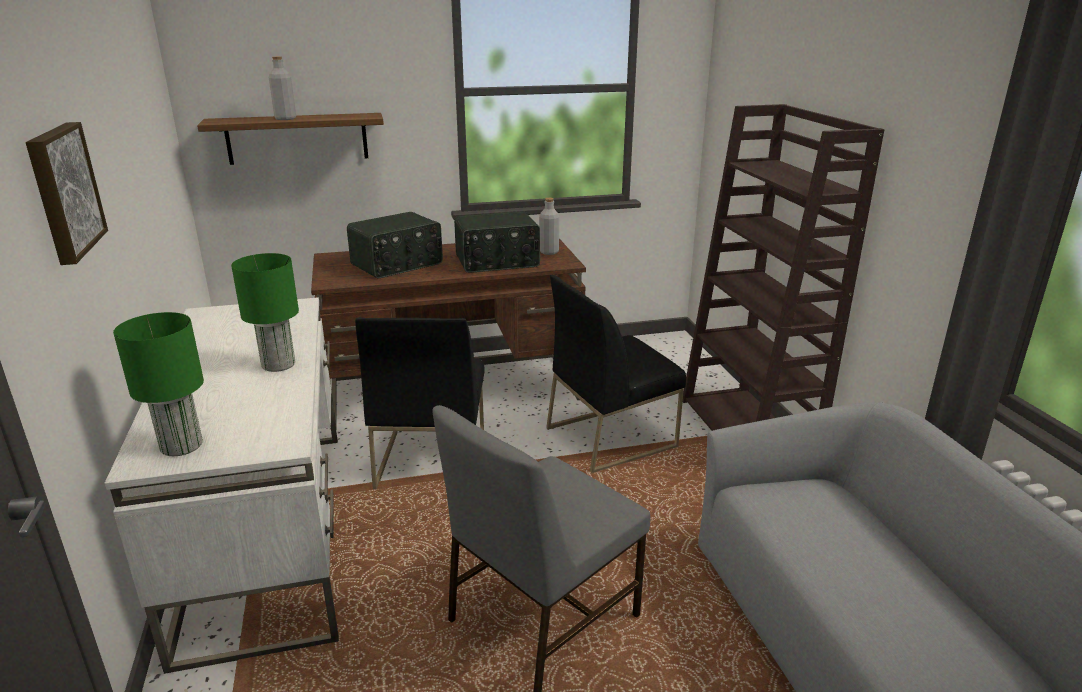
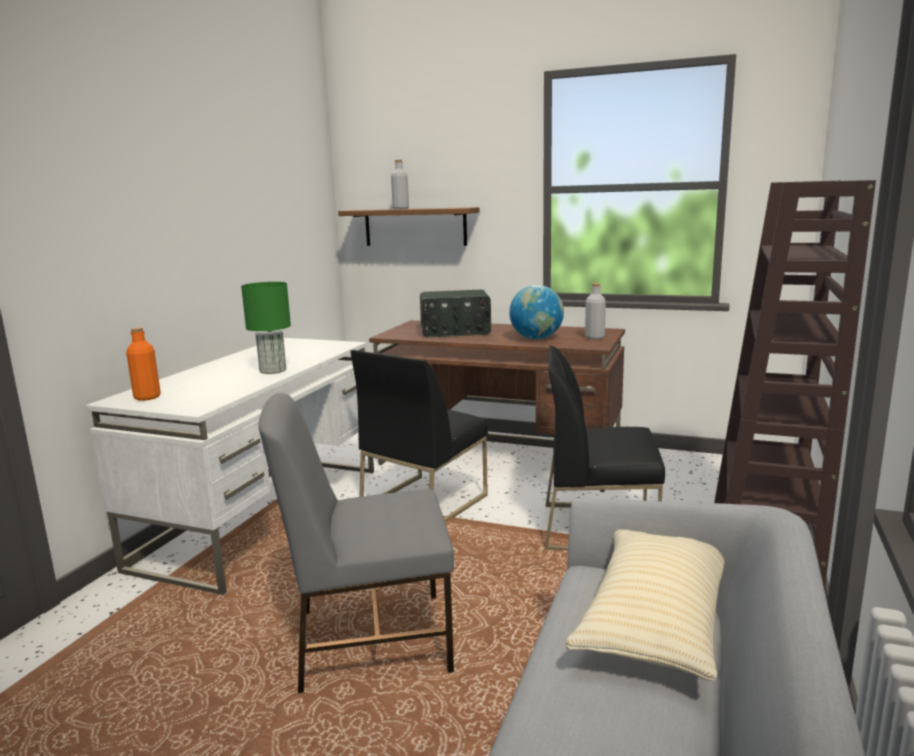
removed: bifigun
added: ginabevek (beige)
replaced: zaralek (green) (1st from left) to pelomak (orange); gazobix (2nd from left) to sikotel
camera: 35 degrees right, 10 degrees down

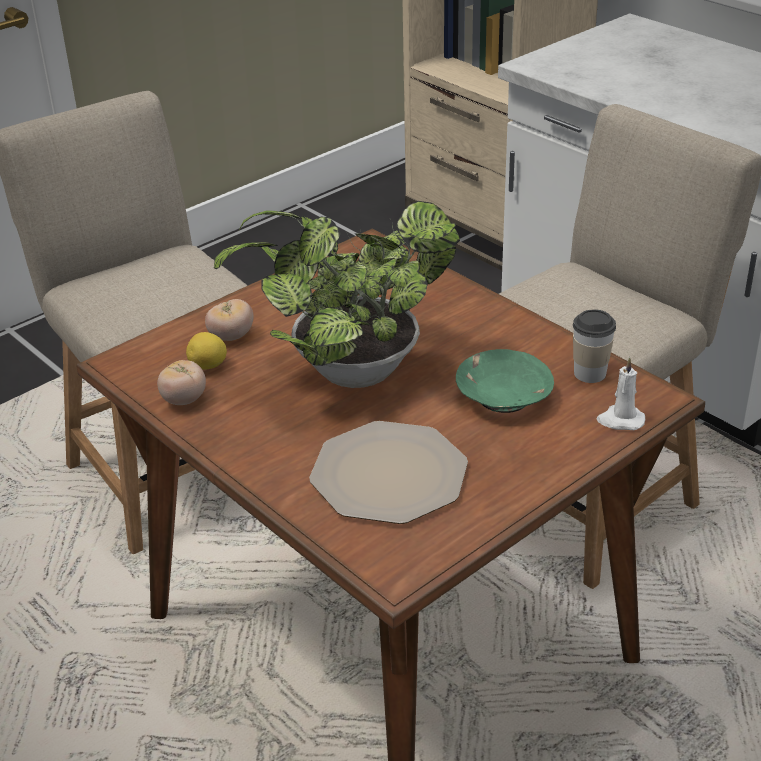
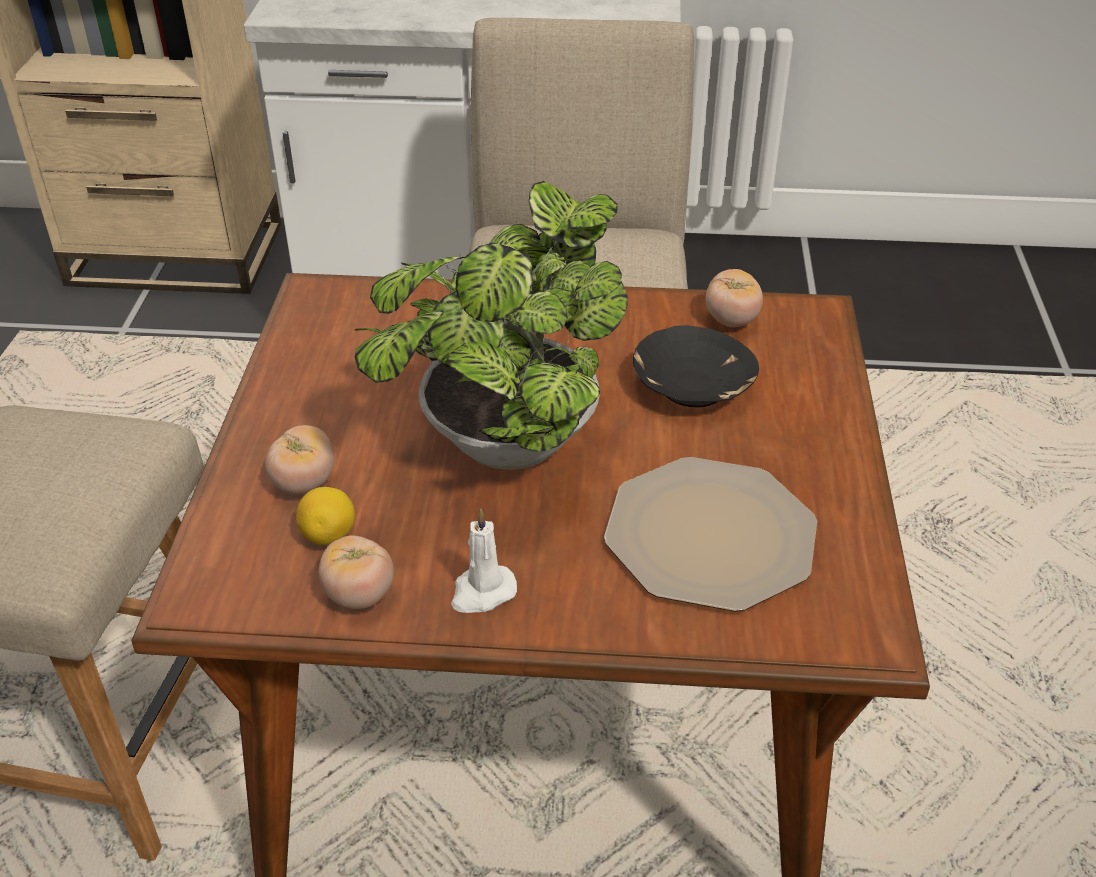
moved: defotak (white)
replaced: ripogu to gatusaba (3rd from left)
recoloured: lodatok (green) to lodatok (black)
camera: 45 degrees left, 5 degrees up

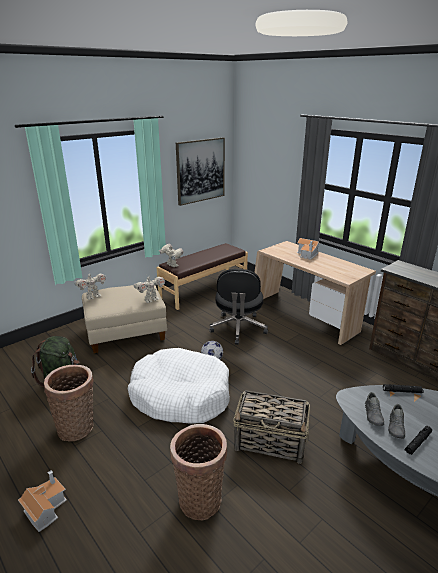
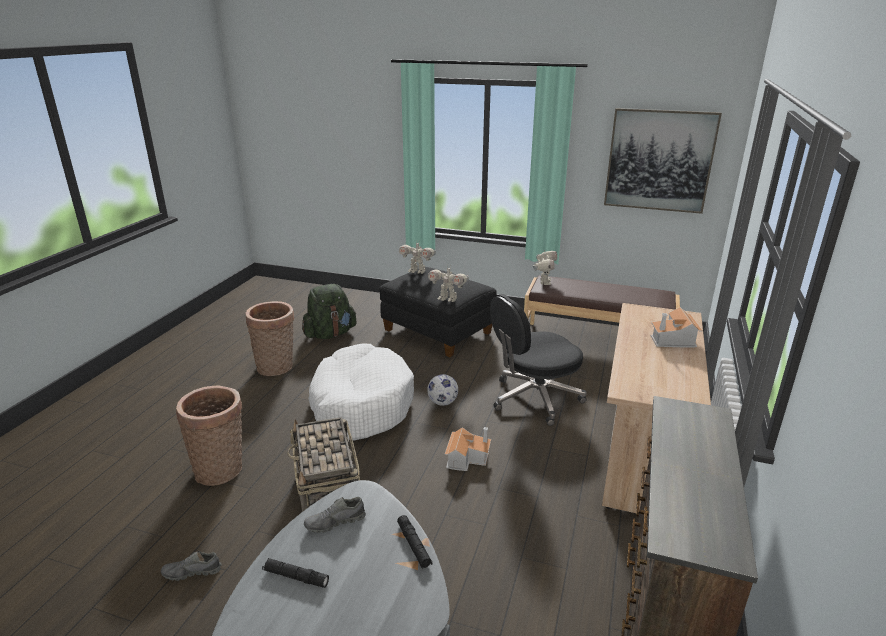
moved: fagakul (1st from left); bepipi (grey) (2nd from left in the first image) to bepipi (grey) (1st from left)
recoloured: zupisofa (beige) to zupisofa (black)
camera: 60 degrees right, 0 degrees up

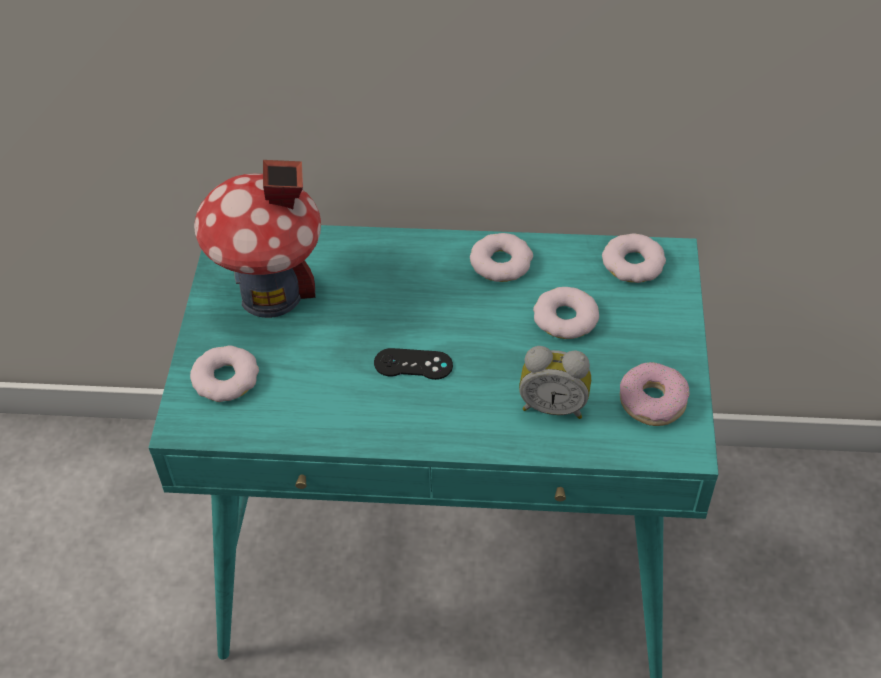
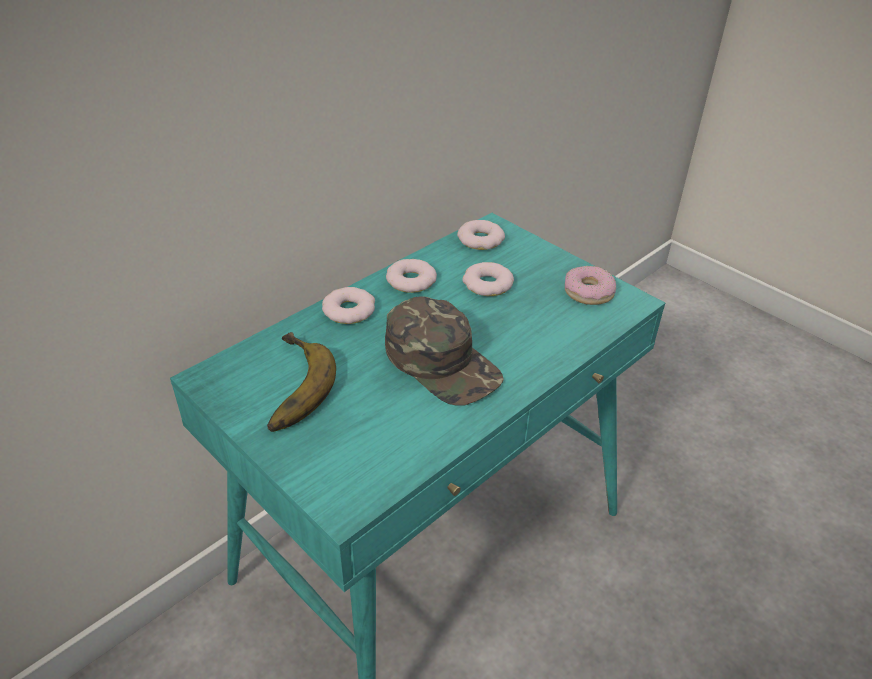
removed: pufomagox
moved: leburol (1st from left)
replaced: fagakul to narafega; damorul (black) to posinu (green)
camera: 50 degrees left, 10 degrees down

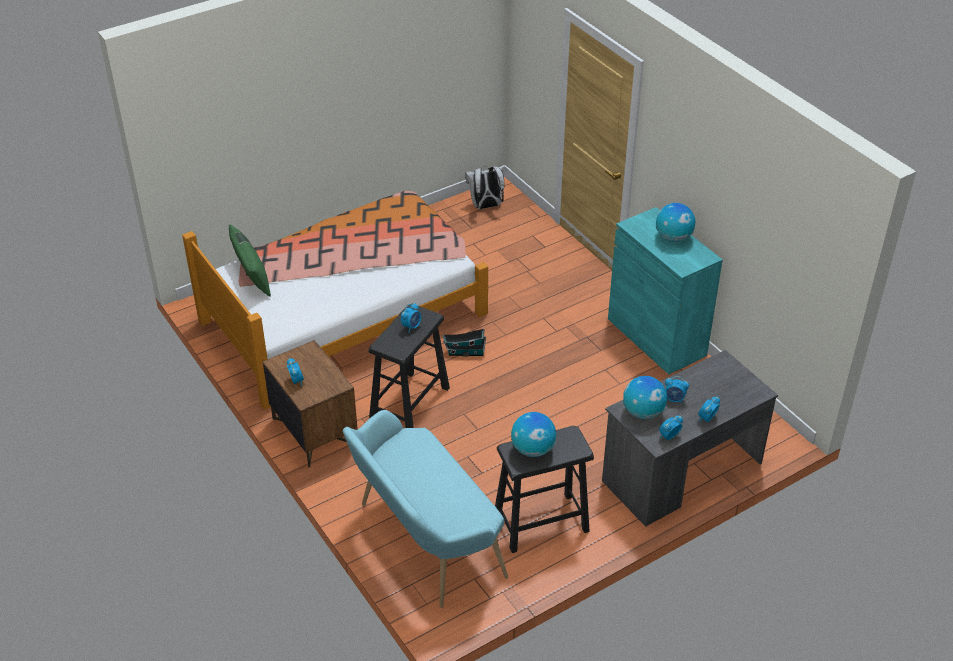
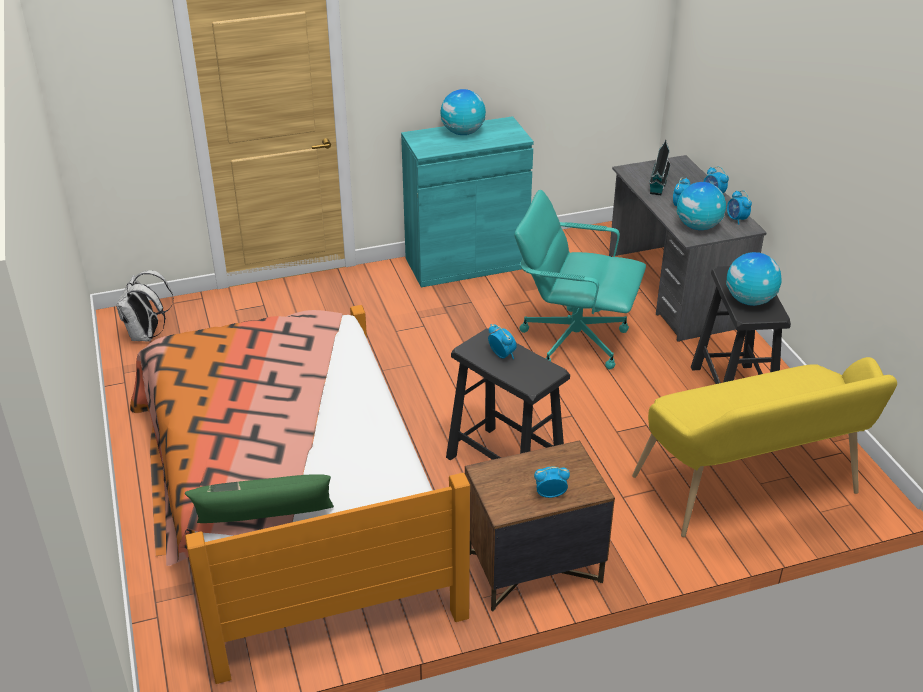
added: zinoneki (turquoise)
moved: fagakul
recoloured: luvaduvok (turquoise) to luvaduvok (yellow)
camera: 75 degrees left, 5 degrees down

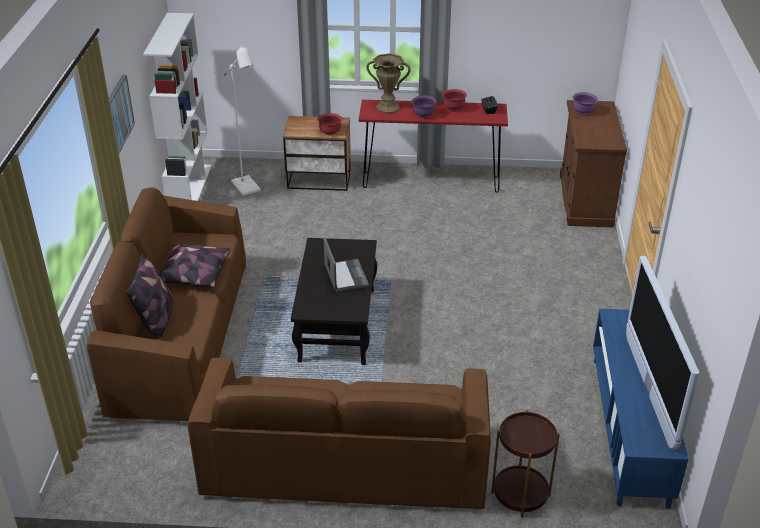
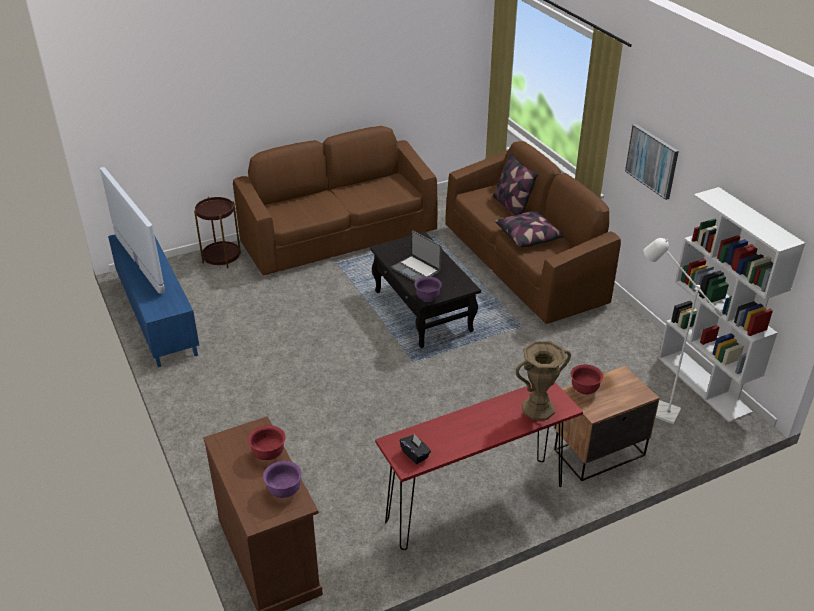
moved: lodatok (purple) (1st from left in the first image) to lodatok (purple) (2nd from left); lodatok (red) (2nd from left in the first image) to lodatok (red) (1st from left)
camera: 150 degrees right, 0 degrees up

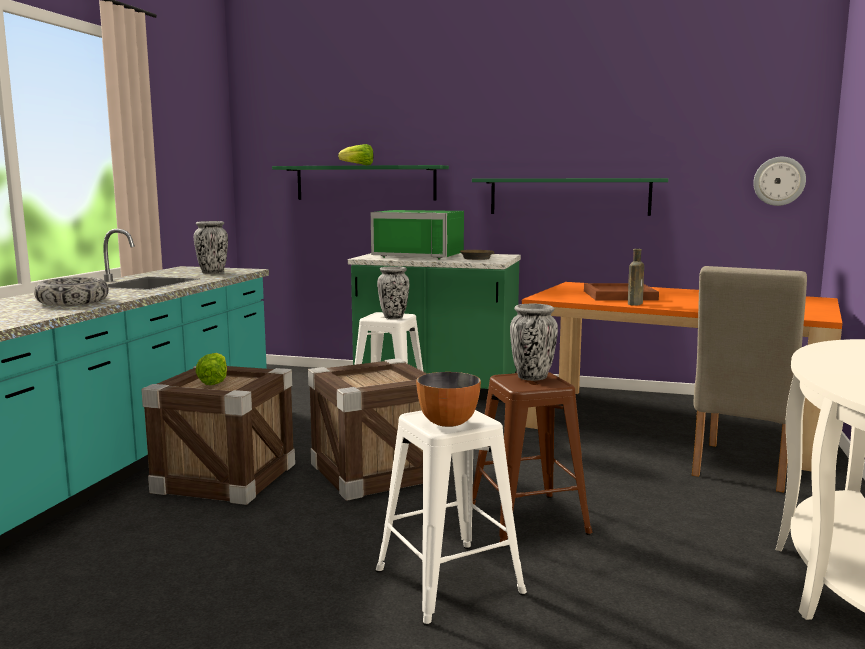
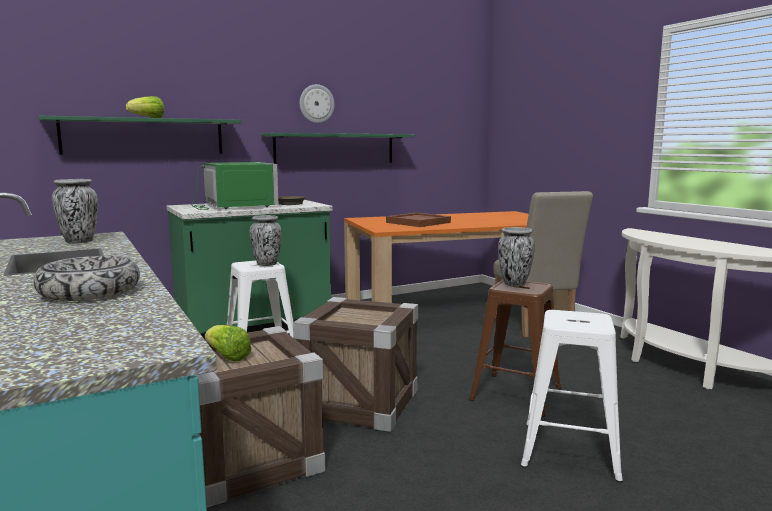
removed: lodatok (2nd from left); pelomak (brown)
moved: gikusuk
turned: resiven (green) 90 degrees counterclockwise
camera: 45 degrees left, 0 degrees up

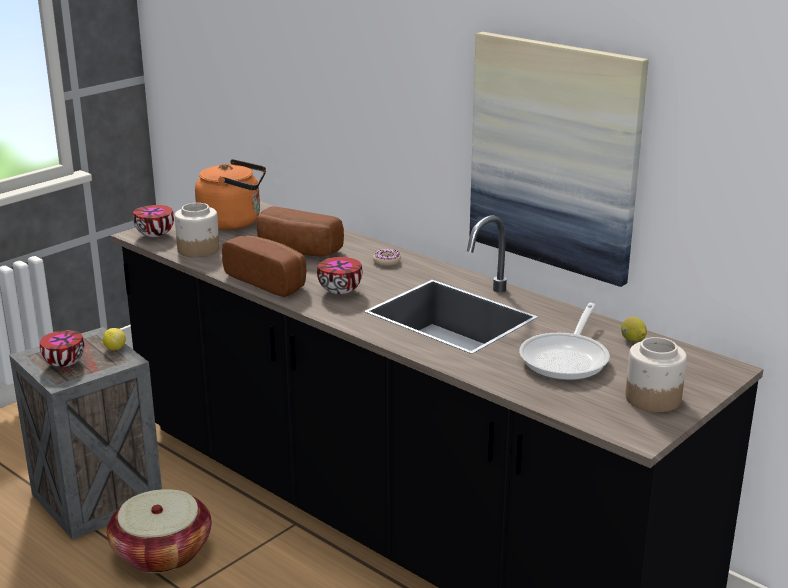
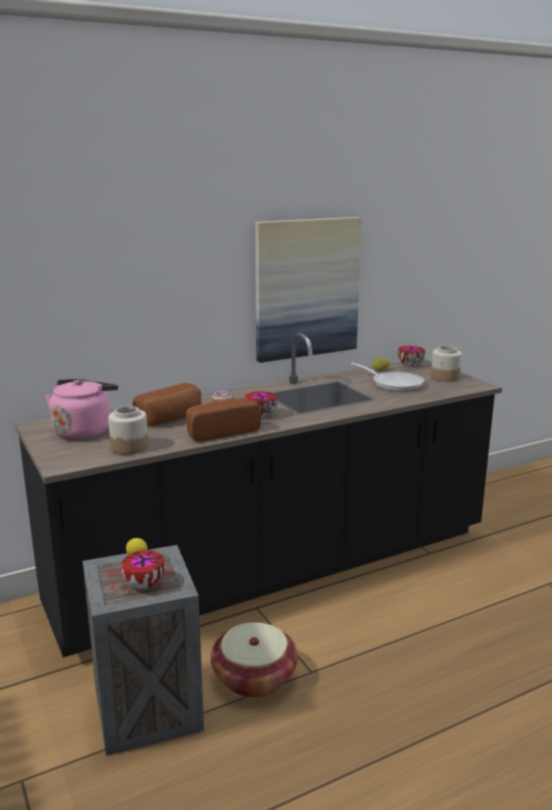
moved: lodatok (2nd from left in the first image) to lodatok (3rd from left)
recoloured: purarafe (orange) to purarafe (pink)
camera: 70 degrees left, 5 degrees down

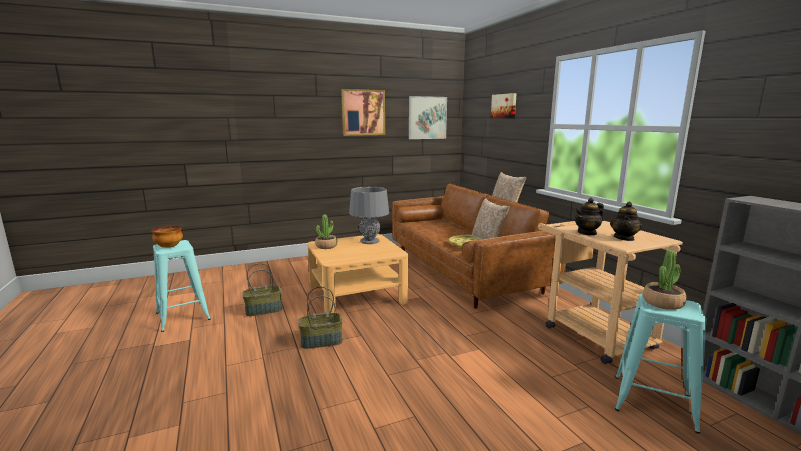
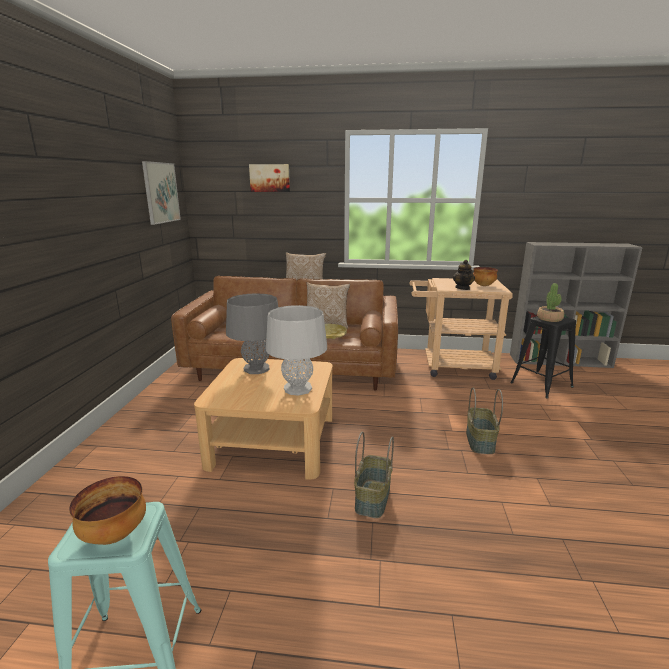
removed: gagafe (1st from left); bifigun (1st from left)
added: zaralek (grey) (2nd from left)
moved: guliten (1st from left in the first image) to guliten (2nd from left)
replaced: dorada (2nd from left) to lodatok (2nd from left)
recoloured: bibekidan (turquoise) (2nd from left) to bibekidan (black)
camera: 60 degrees left, 5 degrees up

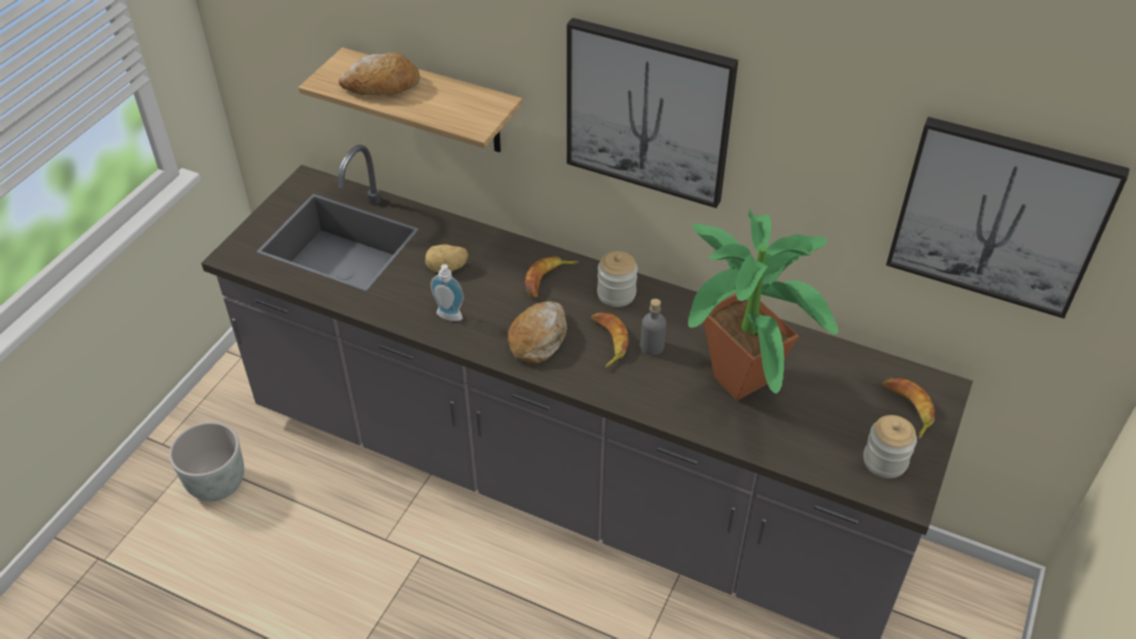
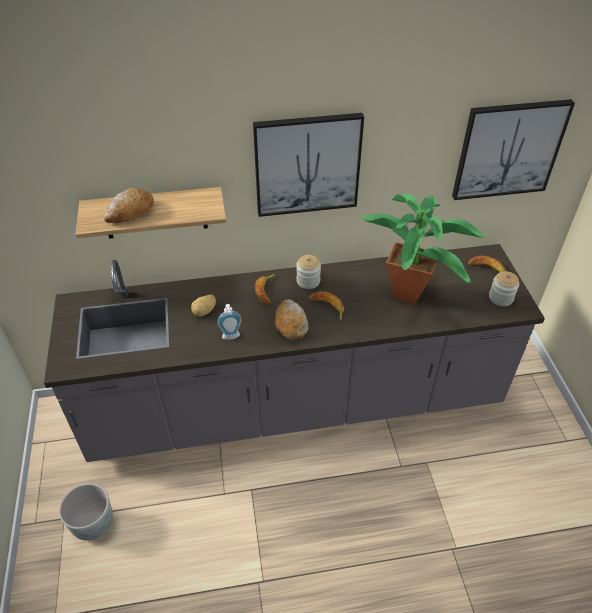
removed: pelomak (grey)
camera: 35 degrees left, 0 degrees up

